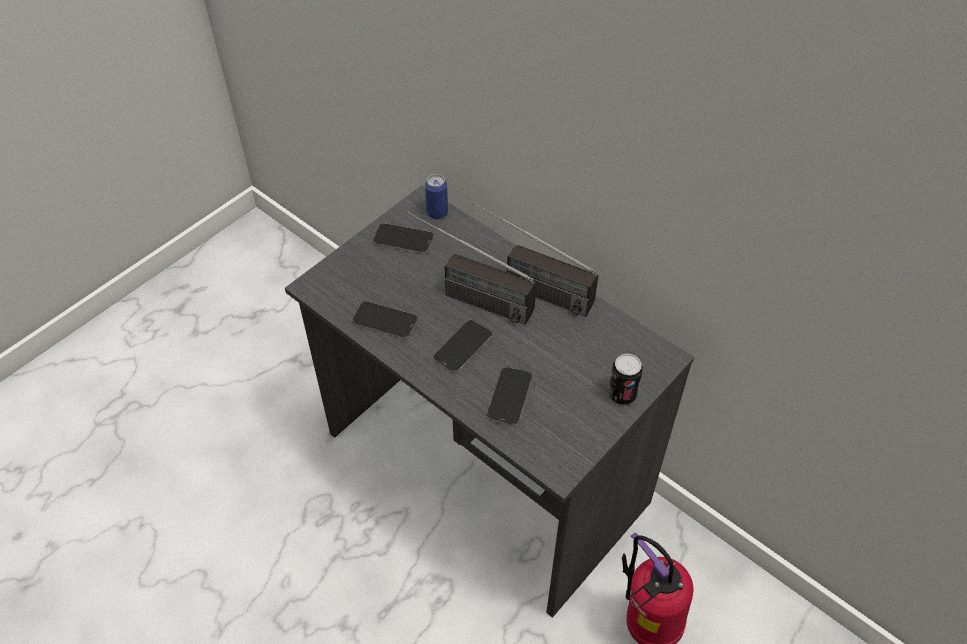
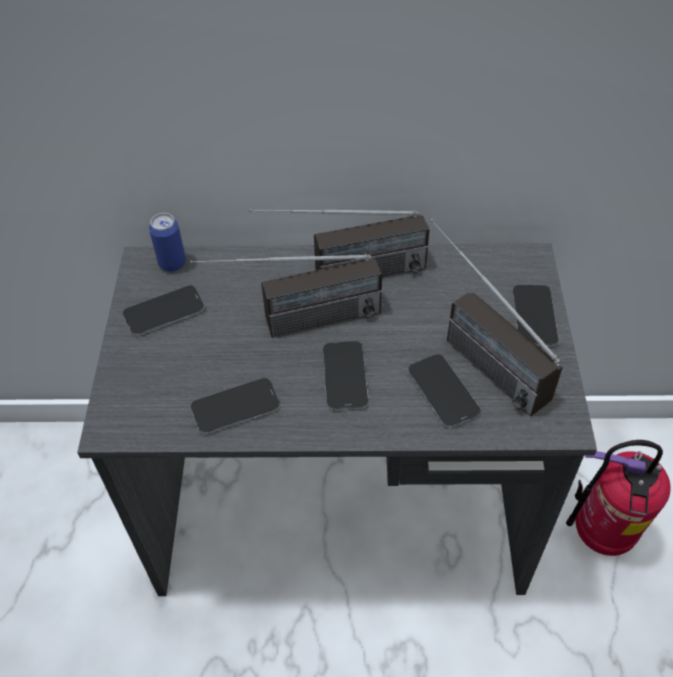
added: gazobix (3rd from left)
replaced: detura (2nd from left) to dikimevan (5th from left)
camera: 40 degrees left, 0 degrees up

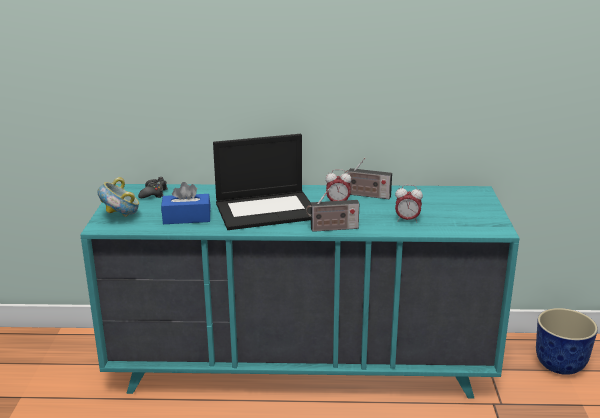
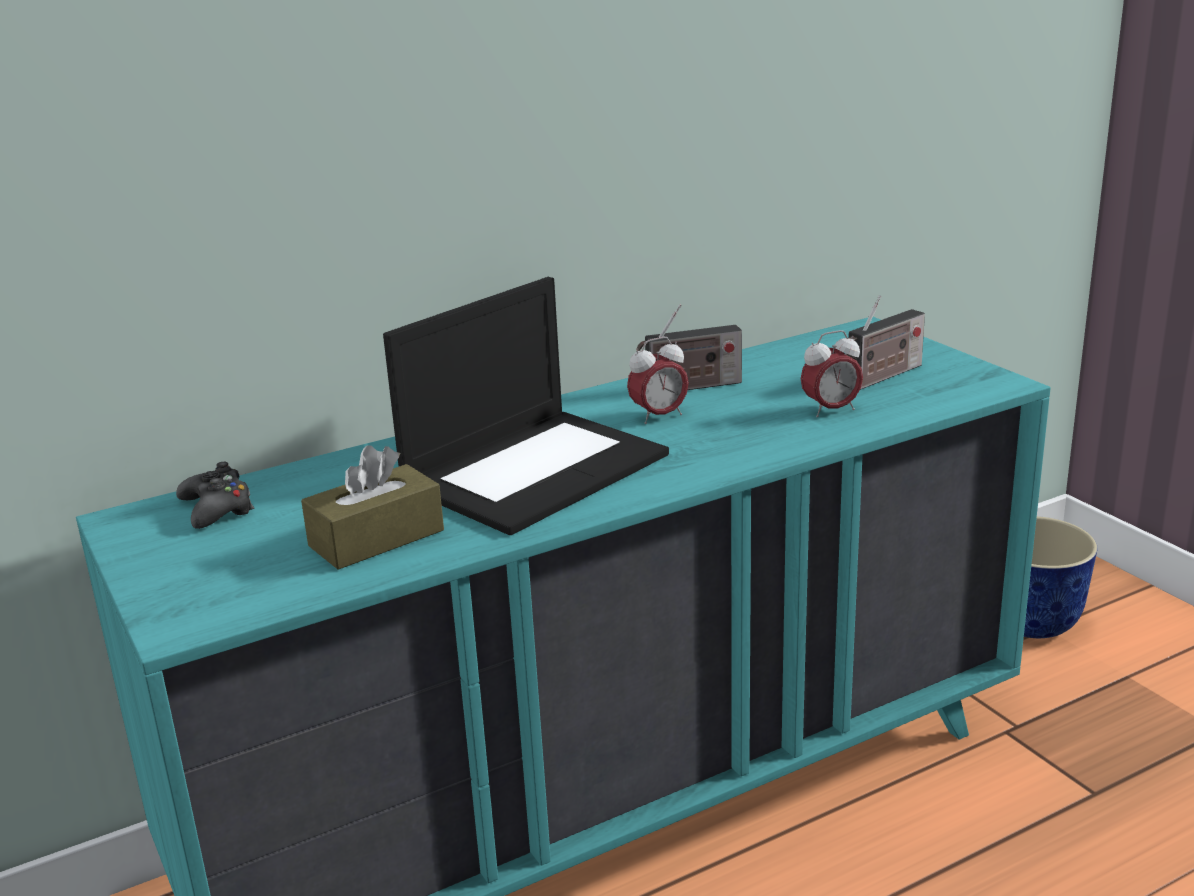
removed: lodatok
moved: gazobix (1st from left in the first image) to gazobix (2nd from left)
recoloured: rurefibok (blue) to rurefibok (brown)
camera: 30 degrees left, 0 degrees up

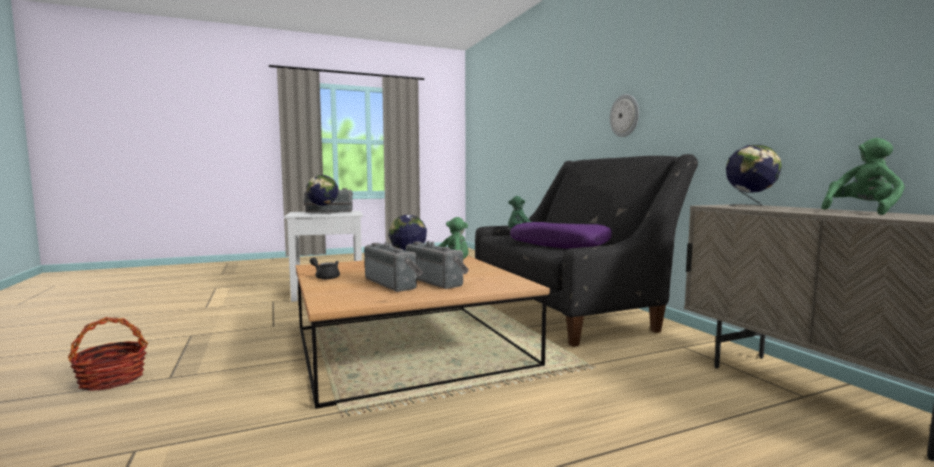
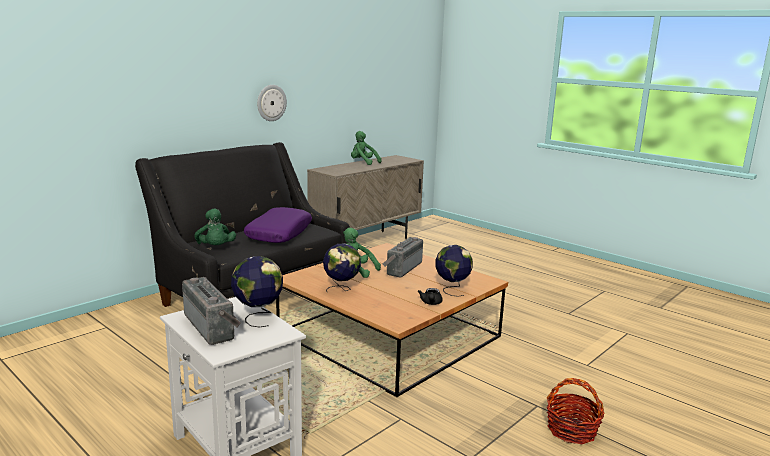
removed: gazobix (2nd from left)
moved: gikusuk; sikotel (3rd from left)
camera: 115 degrees left, 10 degrees up

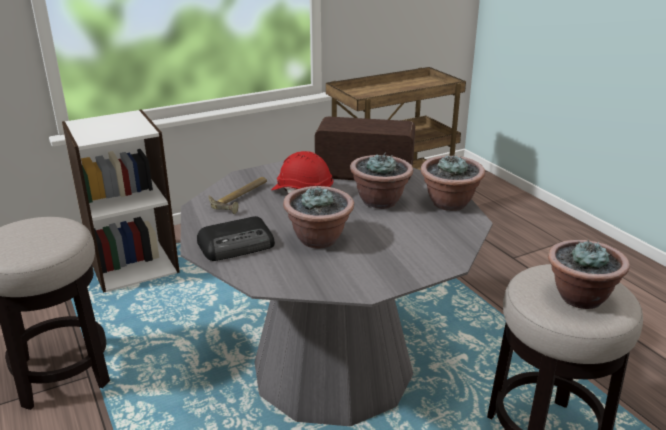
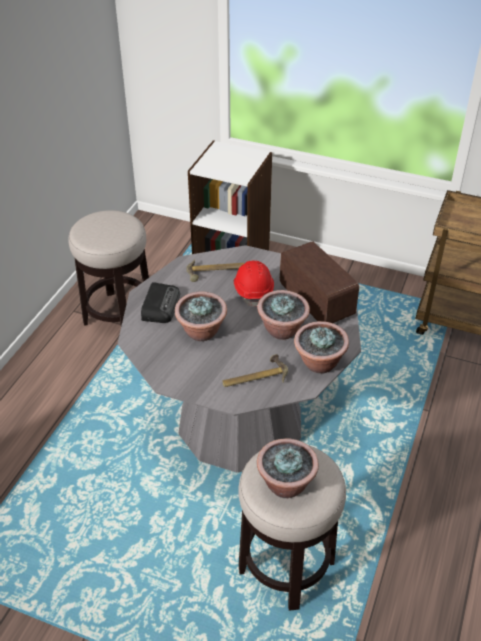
added: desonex (2nd from left)
turned: gazobix (1st from left) 105 degrees counterclockwise
camera: 50 degrees right, 15 degrees up

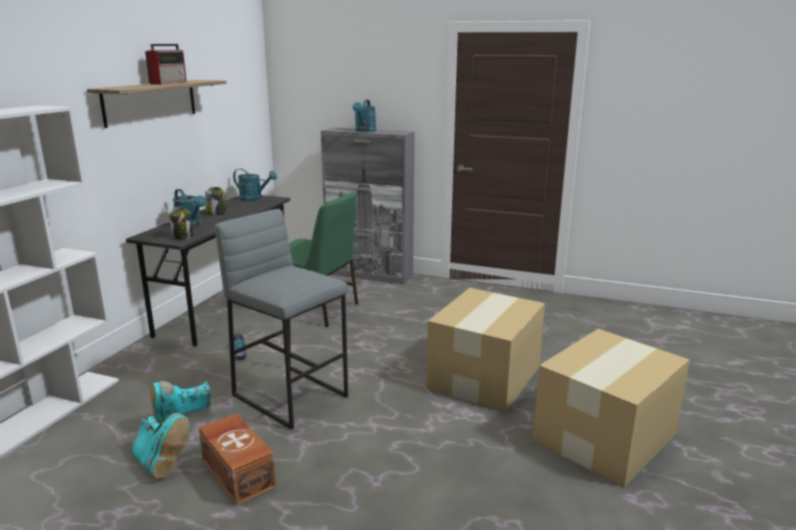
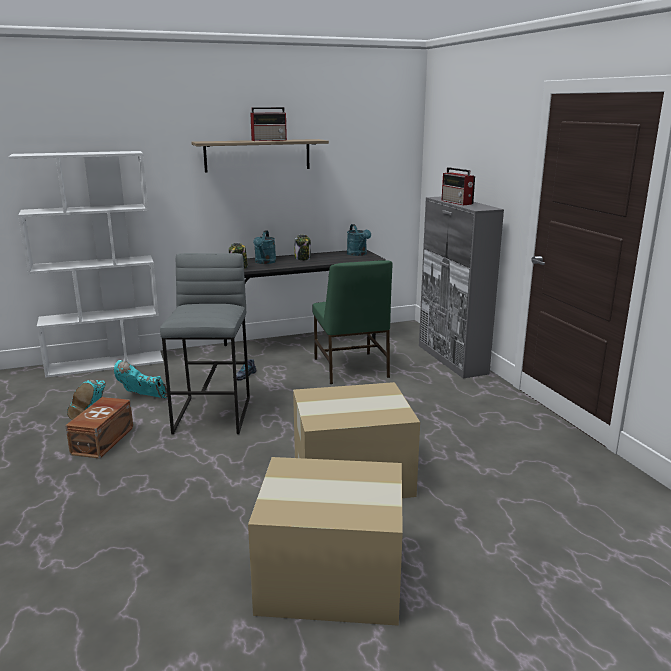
replaced: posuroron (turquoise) (3rd from left) to gazobix (2nd from left)
camera: 50 degrees right, 0 degrees up

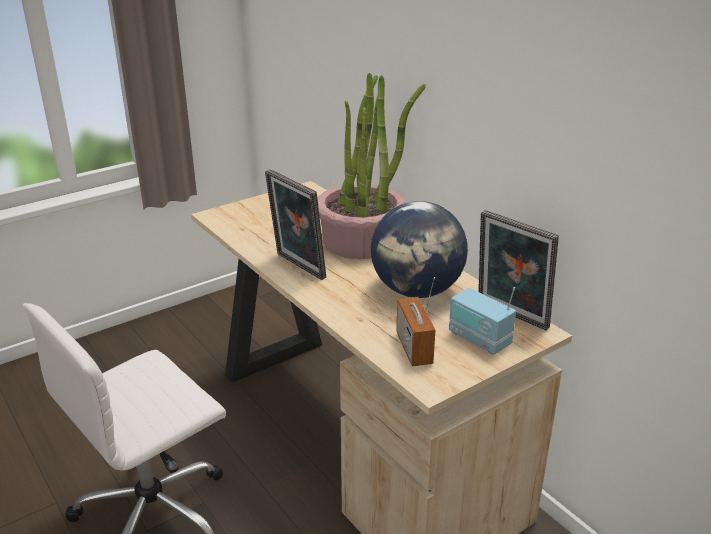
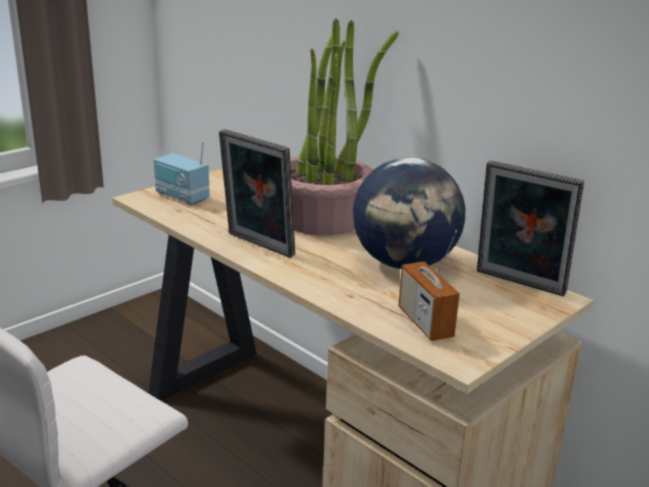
moved: gazobix (2nd from left in the first image) to gazobix (1st from left)
camera: 10 degrees left, 5 degrees down

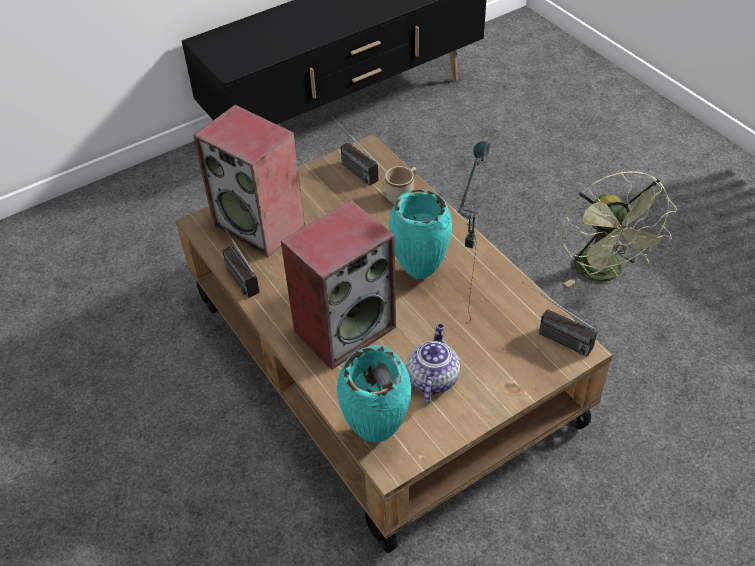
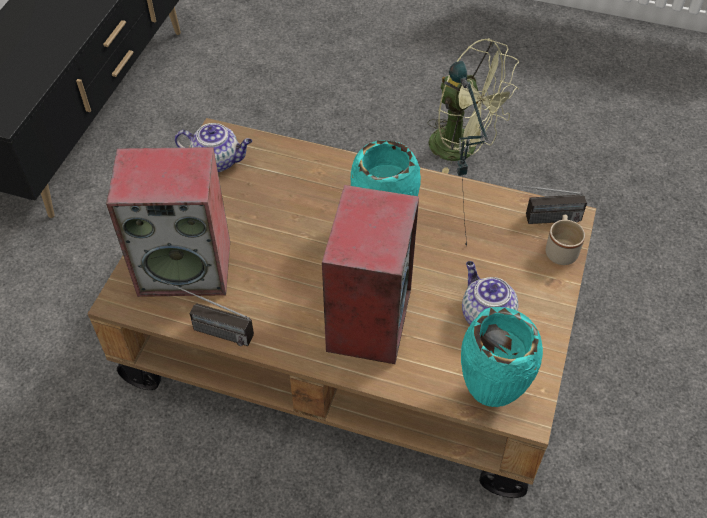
moved: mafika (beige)
replaced: gazobix (2nd from left) to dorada (1st from left)
camera: 40 degrees left, 5 degrees up

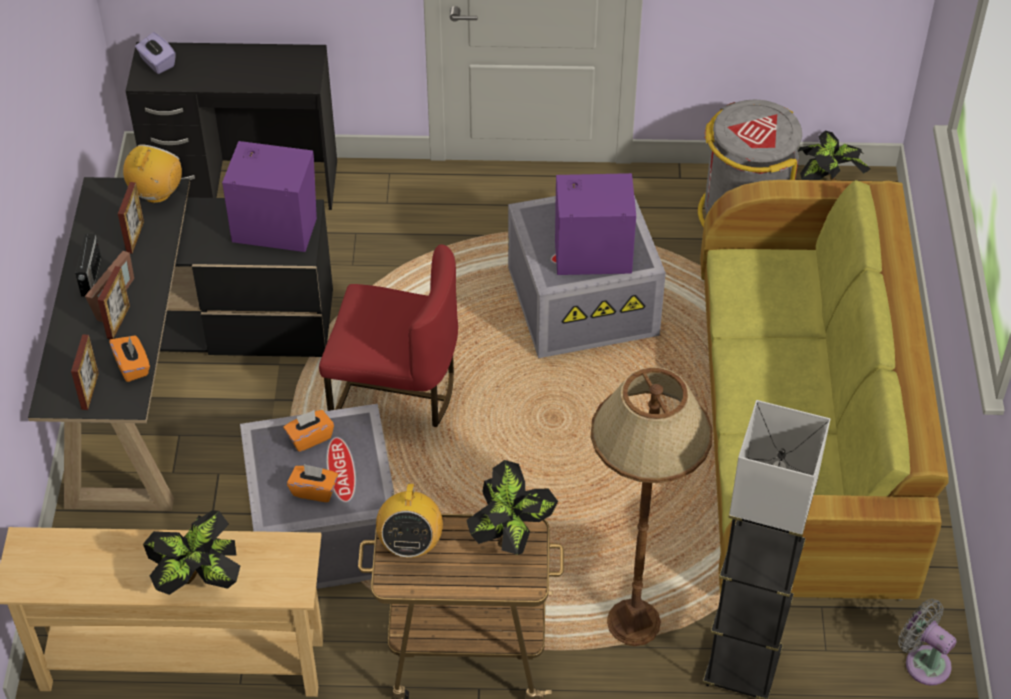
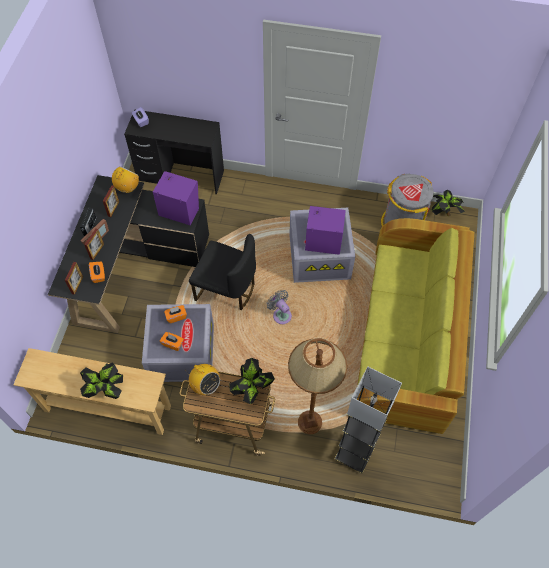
moved: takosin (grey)
recoloured: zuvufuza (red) to zuvufuza (black)
turned: gazobix (3rd from left) 60 degrees counterclockwise
camera: 10 degrees right, 10 degrees up

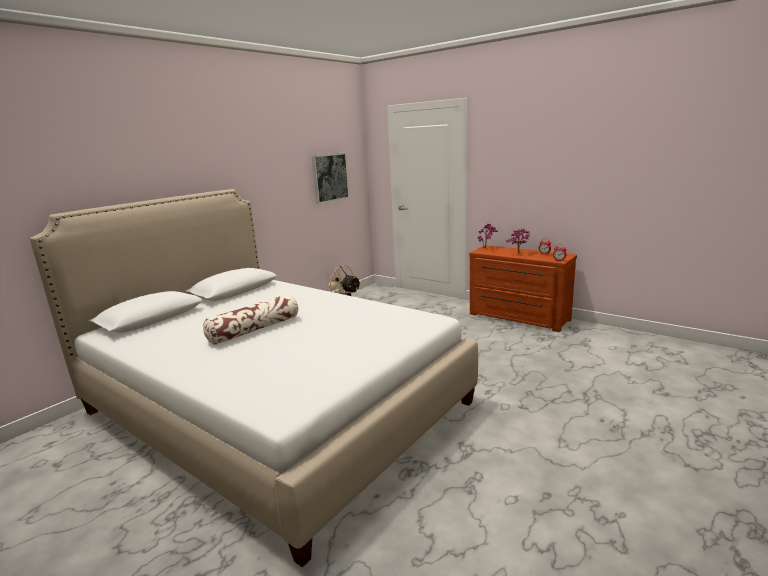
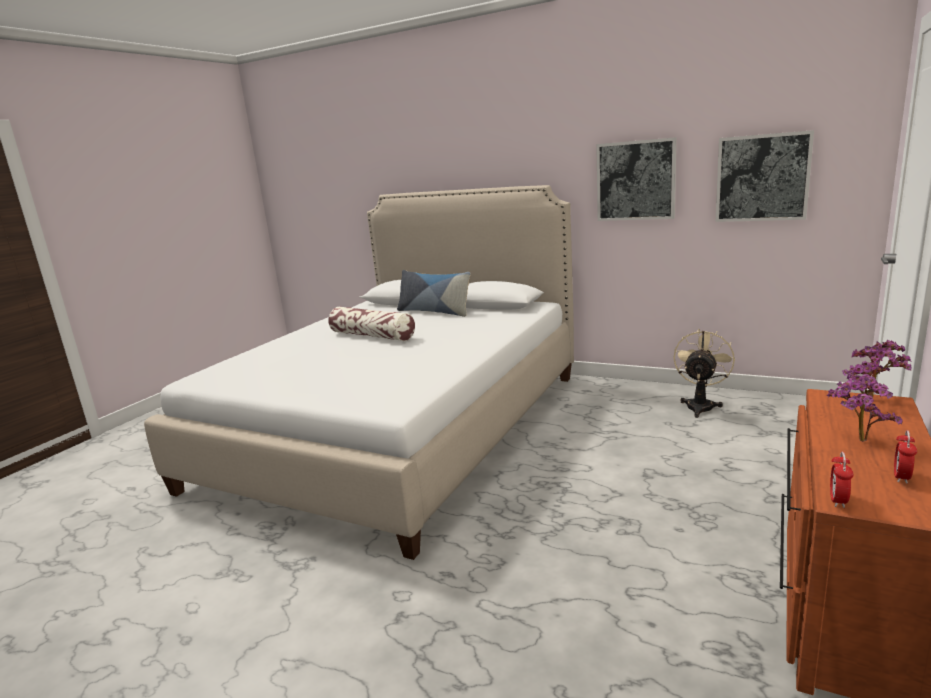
added: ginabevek (2nd from left); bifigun (1st from left)
camera: 80 degrees right, 0 degrees up

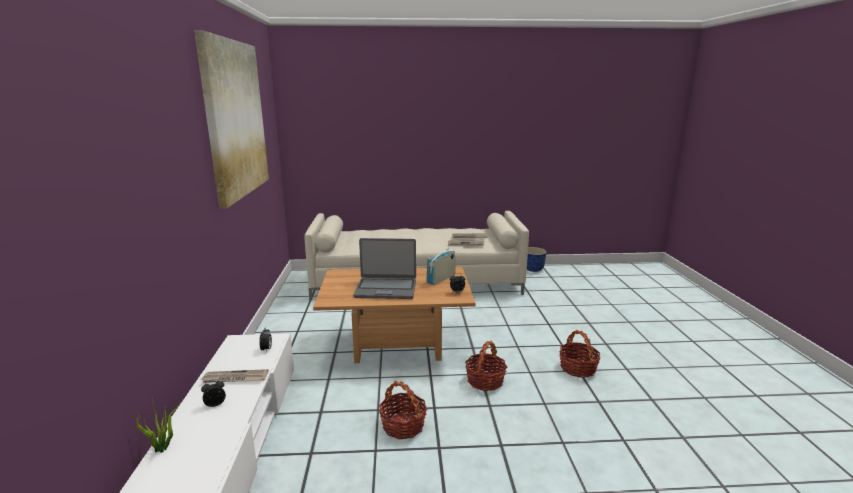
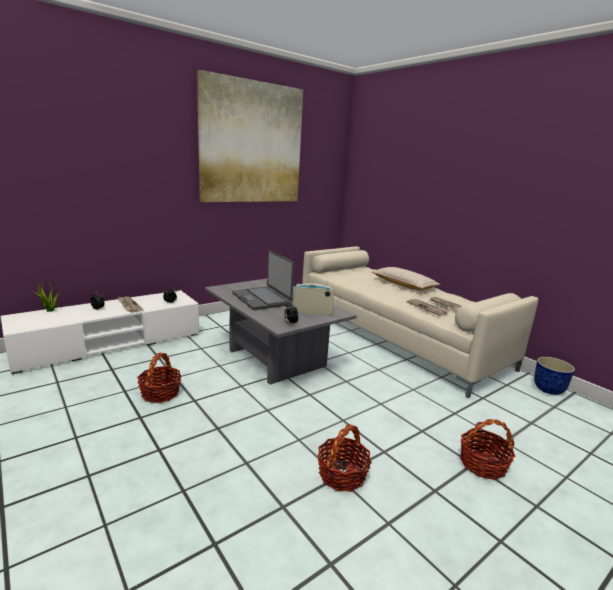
added: ginabevek (beige)
moved: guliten (2nd from left in the first image) to guliten (3rd from left)
recoloured: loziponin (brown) to loziponin (grey)
camera: 55 degrees right, 0 degrees up

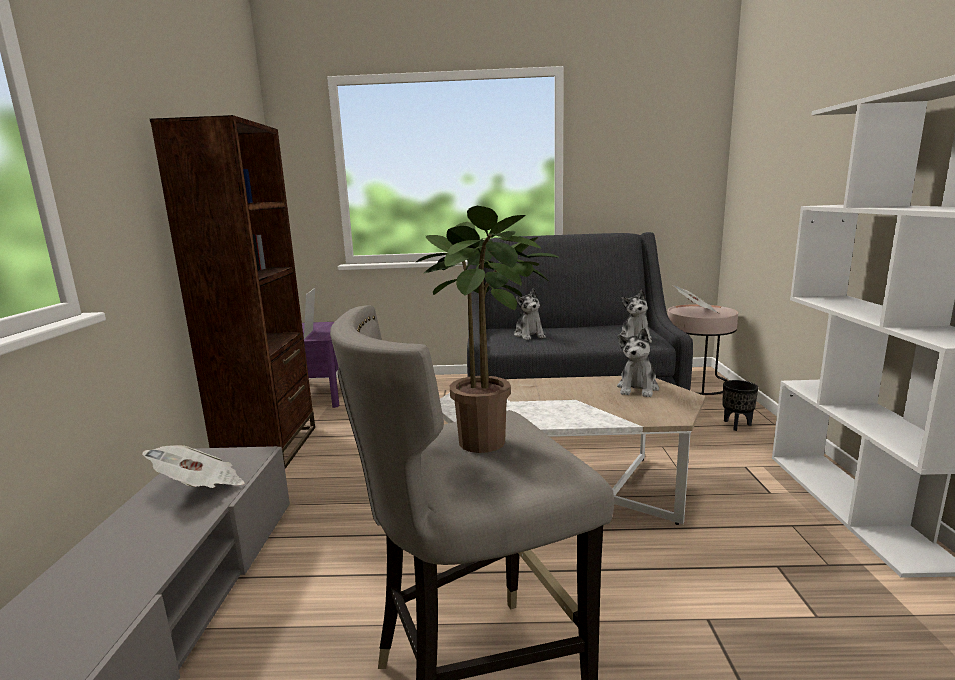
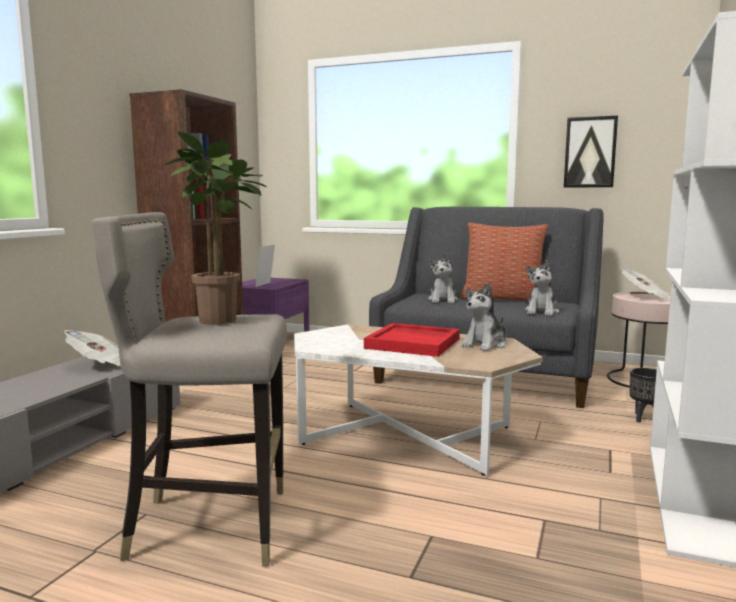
added: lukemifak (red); ginabevek; bifigun
camera: 20 degrees right, 5 degrees down

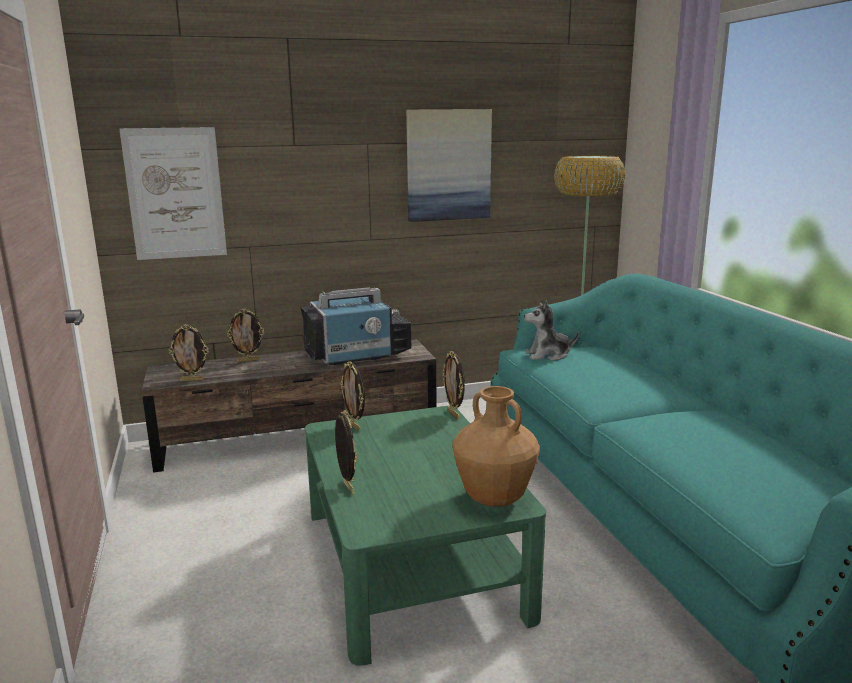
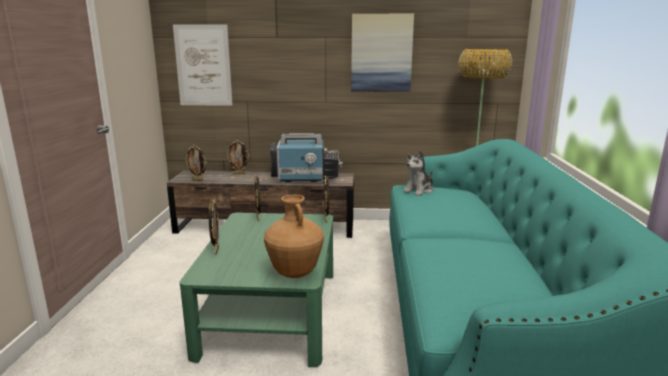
turned: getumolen 60 degrees counterclockwise
camera: 20 degrees right, 0 degrees up

